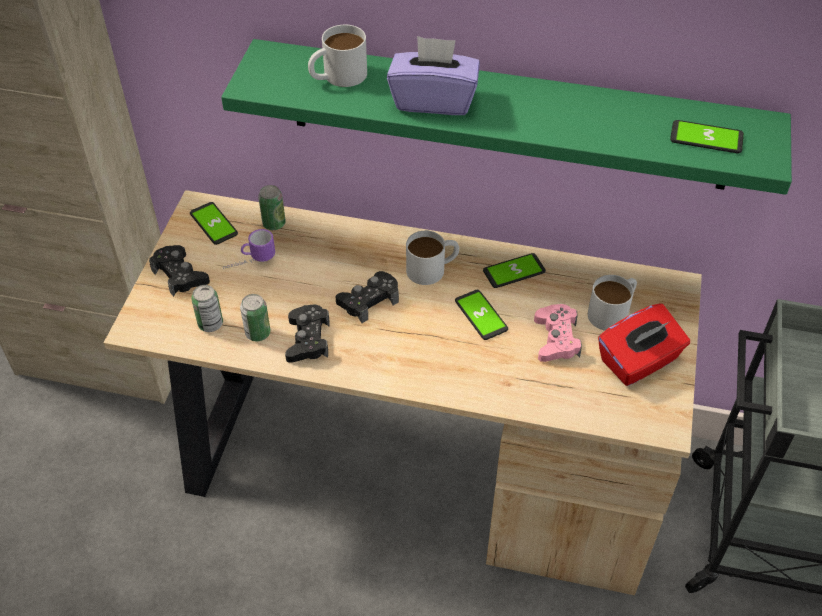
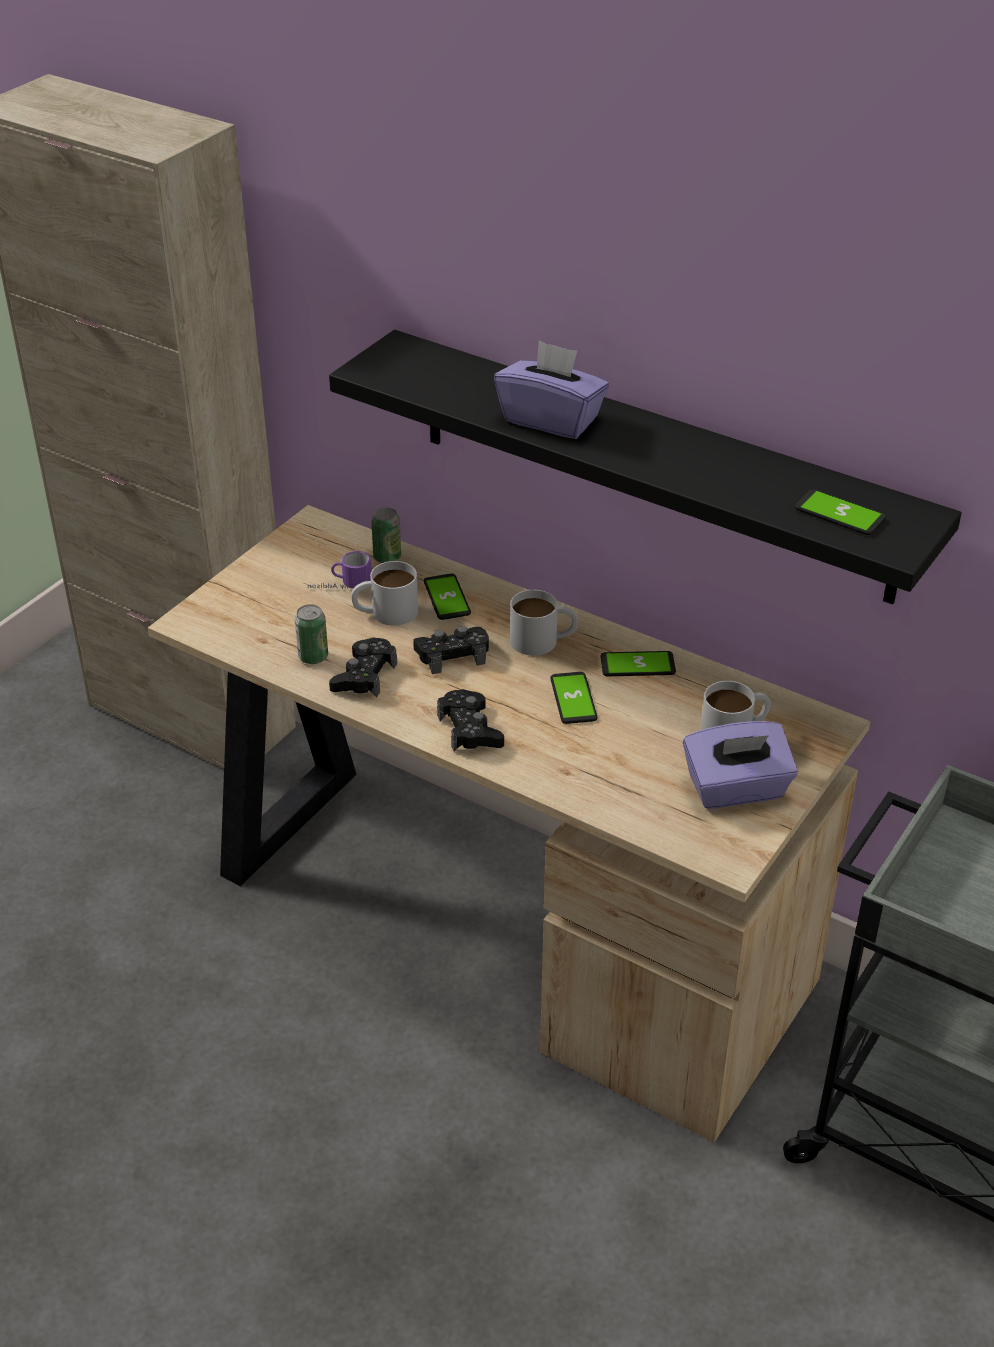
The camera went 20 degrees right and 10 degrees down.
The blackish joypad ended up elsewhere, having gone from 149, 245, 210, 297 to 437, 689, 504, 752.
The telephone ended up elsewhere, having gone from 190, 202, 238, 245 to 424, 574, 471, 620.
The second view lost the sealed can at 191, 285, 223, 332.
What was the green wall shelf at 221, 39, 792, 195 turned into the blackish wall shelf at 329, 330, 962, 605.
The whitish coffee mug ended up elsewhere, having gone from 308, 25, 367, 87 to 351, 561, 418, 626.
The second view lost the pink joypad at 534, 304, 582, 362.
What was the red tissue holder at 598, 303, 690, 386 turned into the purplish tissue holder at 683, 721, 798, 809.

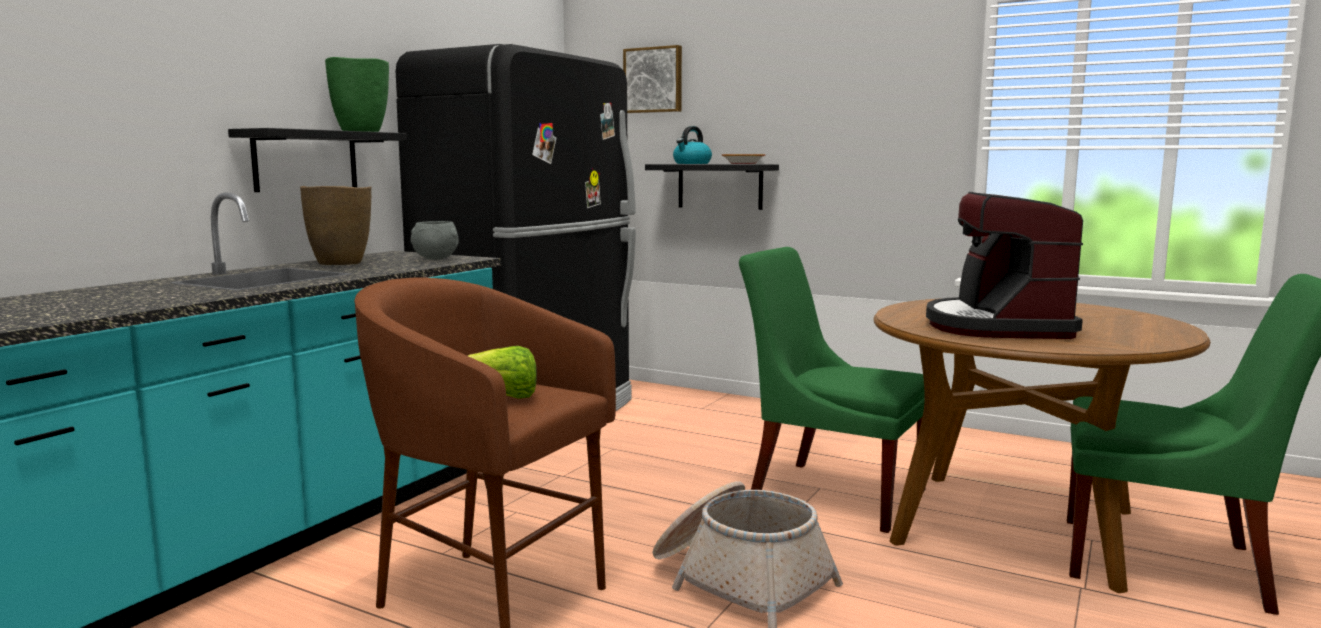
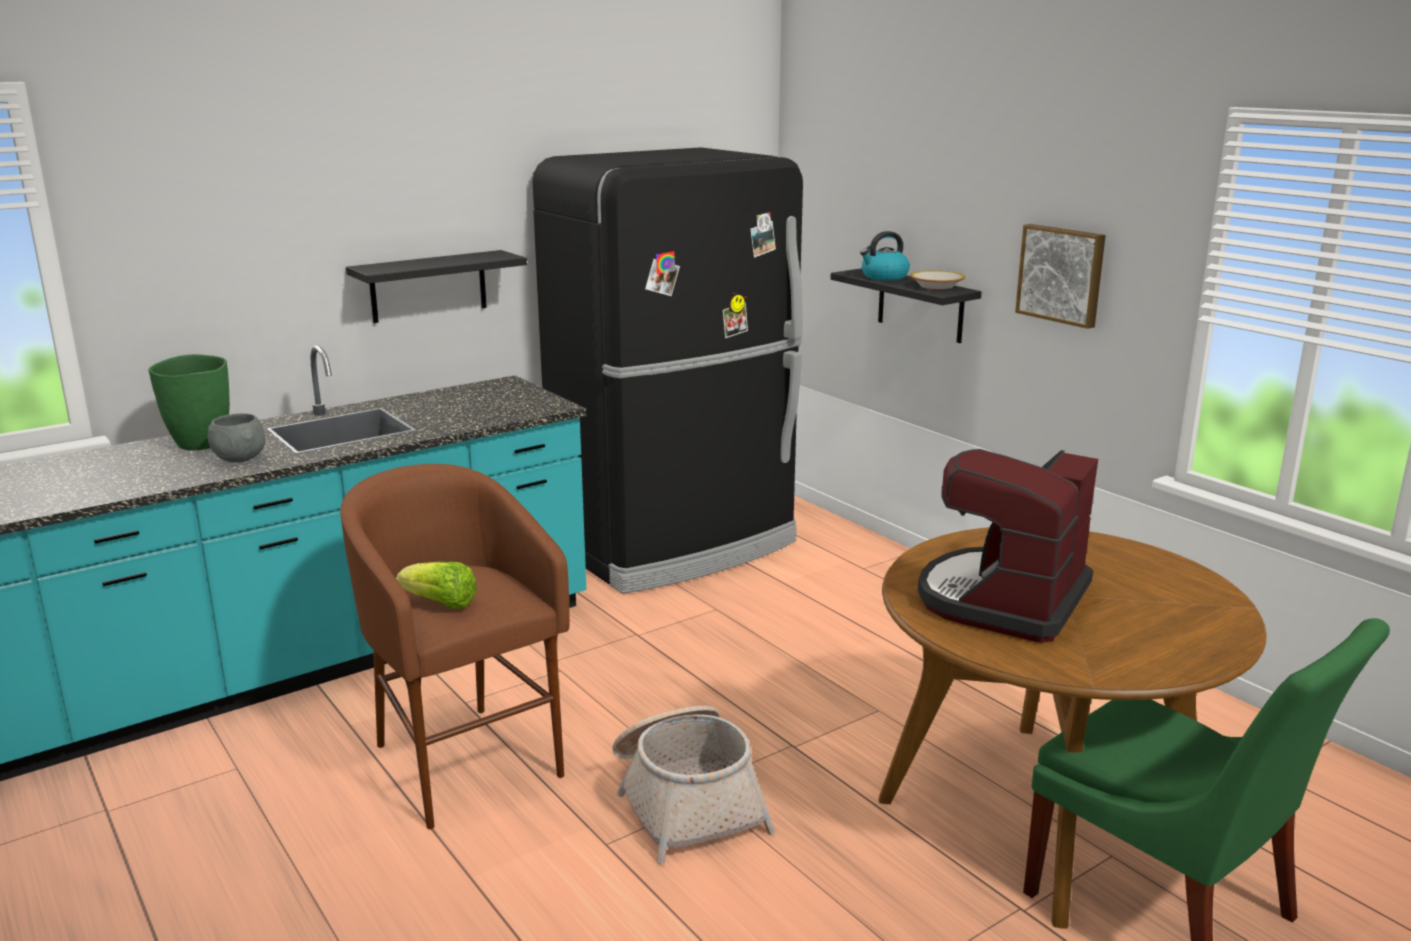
The camera went 25 degrees right and 10 degrees up.
The second view lost the brownish vase at 300, 186, 371, 265.
The green vase ended up elsewhere, having gone from 325, 57, 389, 132 to 148, 354, 230, 450.
The greyish serving bowl ended up elsewhere, having gone from 411, 221, 459, 260 to 207, 413, 266, 463.
The wall picture ended up elsewhere, having gone from 623, 45, 682, 113 to 1015, 224, 1106, 329.
The second view lost the green upright chair at 739, 247, 926, 533.

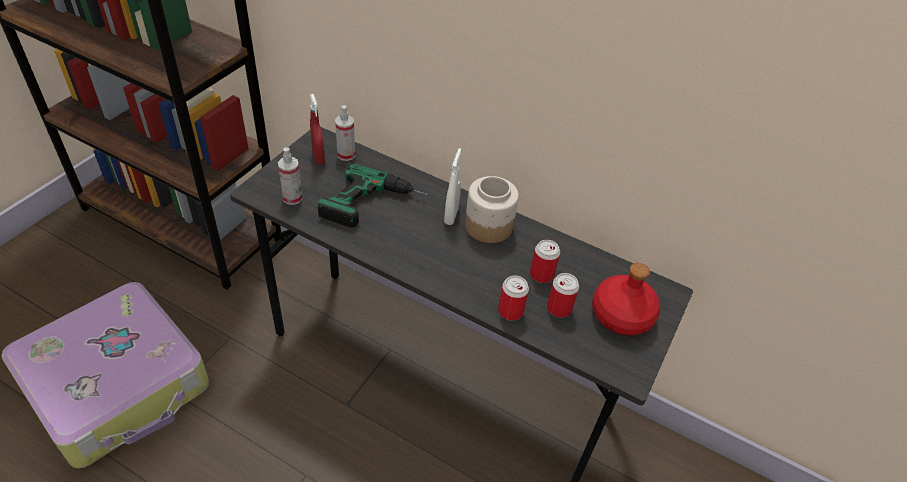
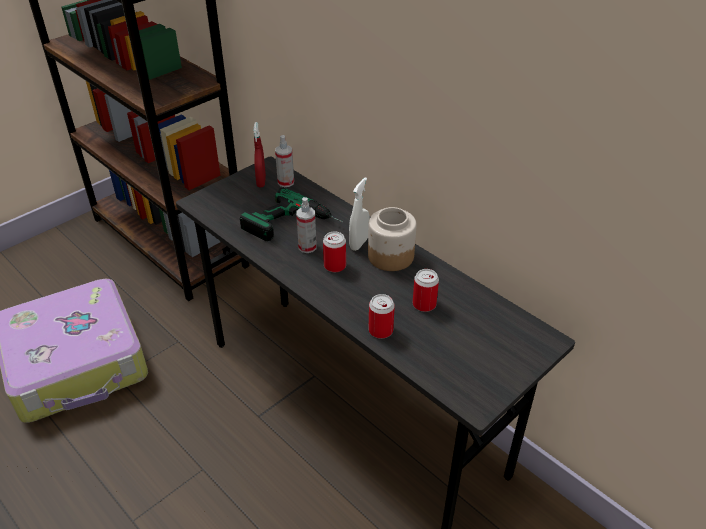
The camera went 20 degrees right and 5 degrees down.
The spray bottle ended up elsewhere, having gone from 278, 147, 303, 205 to 296, 197, 317, 253.
The sealed can ended up elsewhere, having gone from 547, 273, 579, 318 to 323, 231, 346, 272.
The second view lost the red drink bottle at 592, 263, 660, 335.

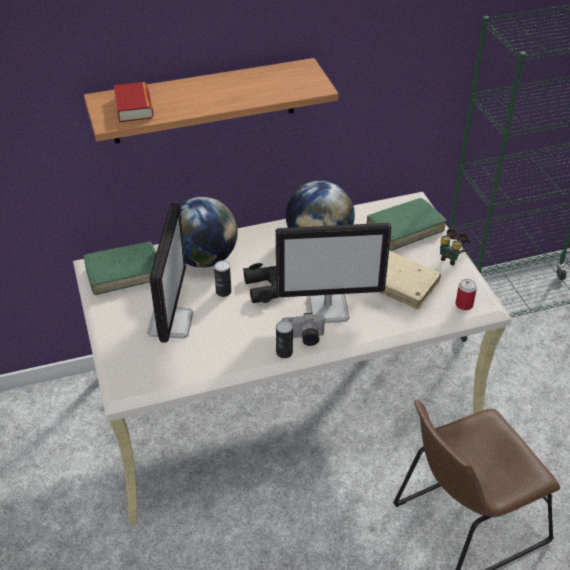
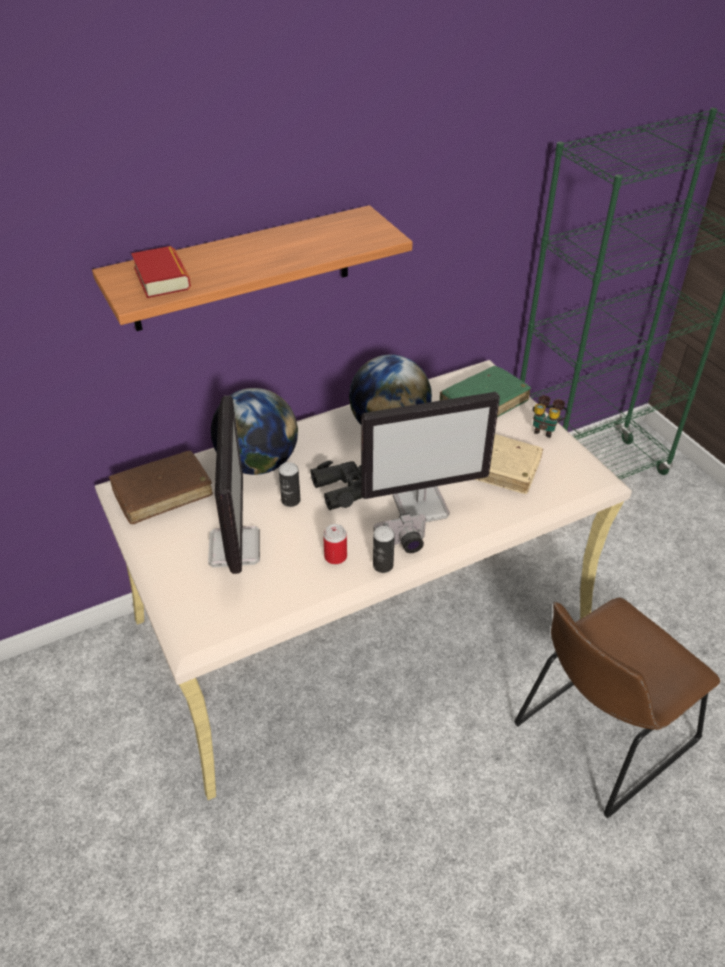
The camera went 10 degrees left and 0 degrees up.
What was the green bound book at 83, 242, 156, 295 turned into the brownish bound book at 109, 451, 213, 524.
The sealed can ended up elsewhere, having gone from 455, 279, 477, 310 to 323, 524, 347, 564.

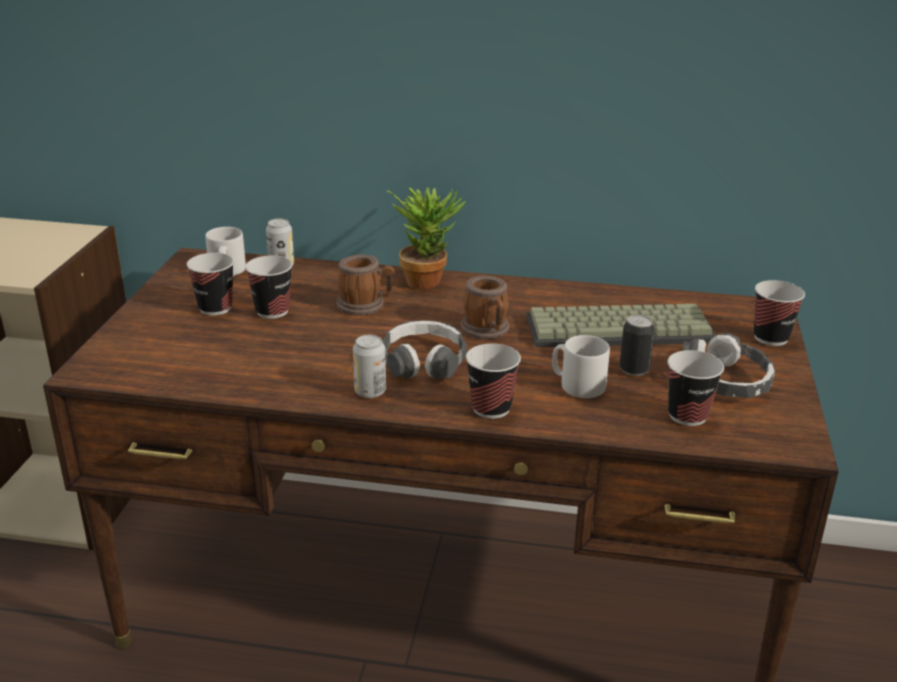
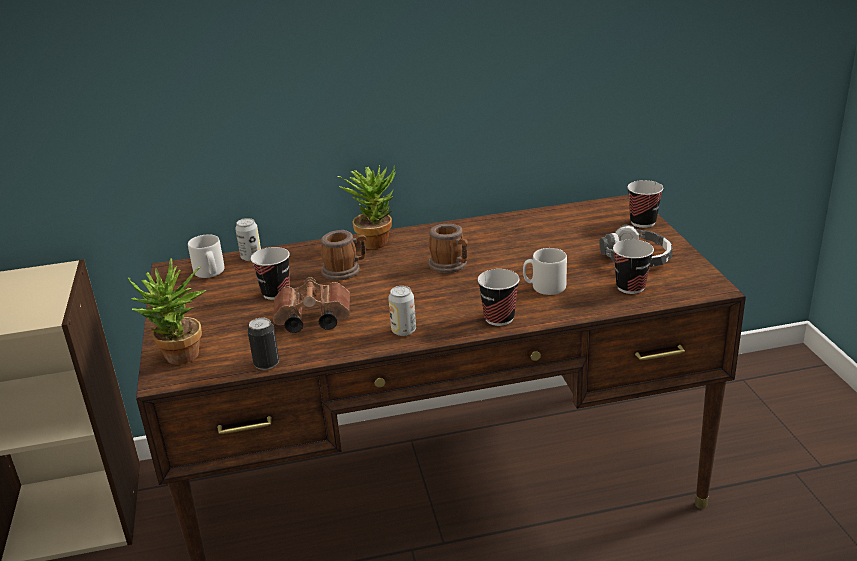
The camera went 20 degrees left and 0 degrees up.
The second view lost the small cup at 187, 253, 234, 316.
The second view lost the headset at 382, 320, 467, 379.
The second view lost the computer keyboard at 526, 304, 716, 348.
The sealed can ended up elsewhere, having gone from 619, 315, 655, 376 to 248, 318, 279, 370.
The second view gained the houseplant at 127, 258, 207, 365.
The second view gained the brownish binoculars at 273, 277, 350, 333.

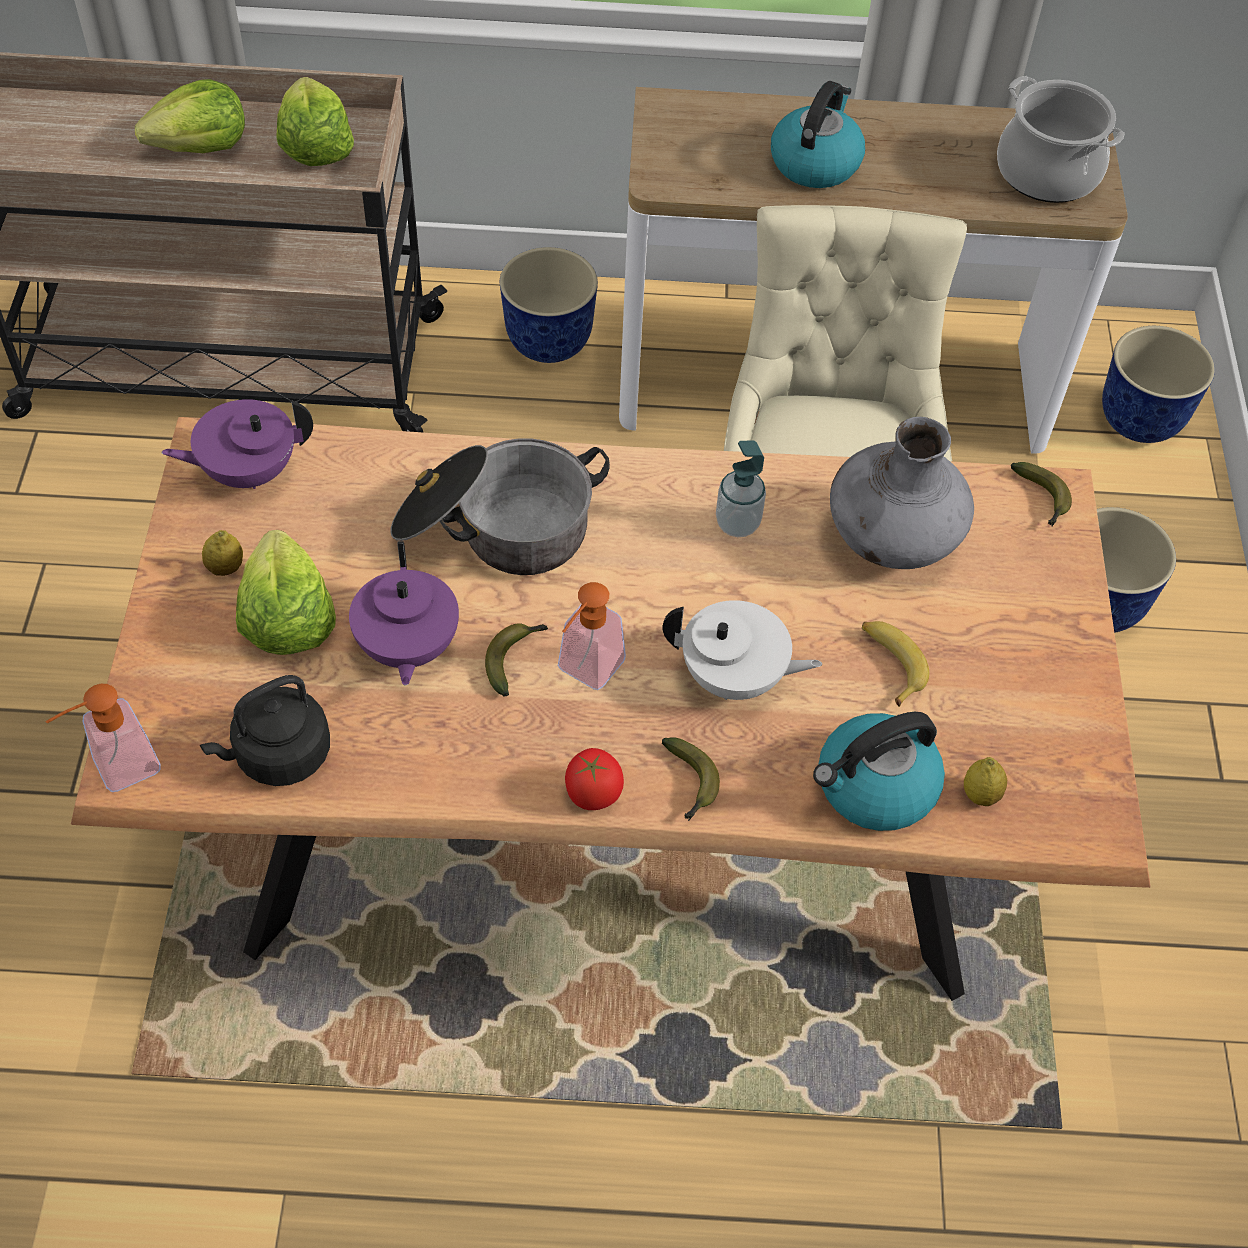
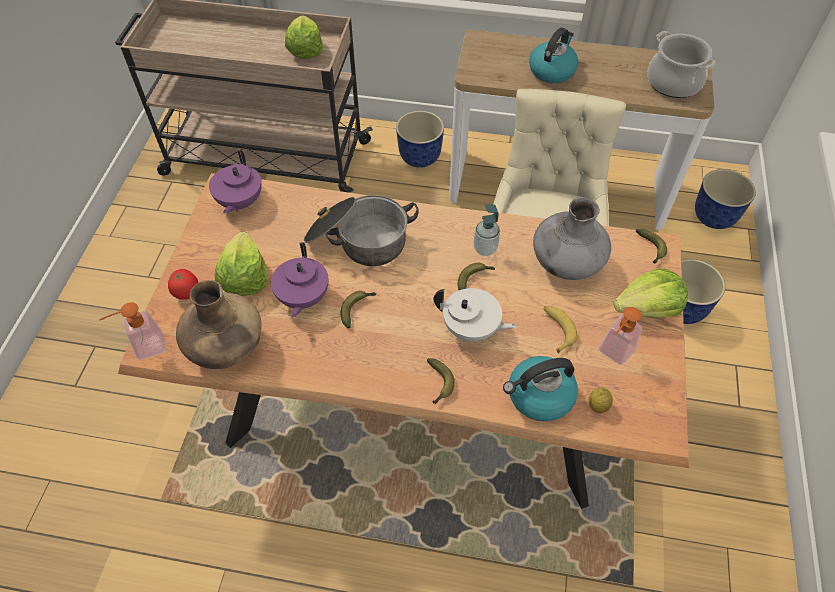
The camera went 10 degrees right and 0 degrees up.
The lettuce ended up elsewhere, having gone from 135, 79, 245, 153 to 614, 269, 688, 318.
The purplish teapot at 161, 399, 313, 489 ended up facing another way, 75 degrees counterclockwise from before.
Where the blackish water kettle stood at 200, 675, 330, 786, the brownish vase came to stand at 176, 280, 262, 369.
The second view lost the lemon at 202, 530, 243, 576.
The soap dispenser ended up elsewhere, having gone from 558, 582, 626, 690 to 599, 307, 642, 365.
The fresh tomato ended up elsewhere, having gone from 565, 748, 624, 810 to 168, 269, 199, 300.
The second view gained the banana at 458, 263, 495, 290.

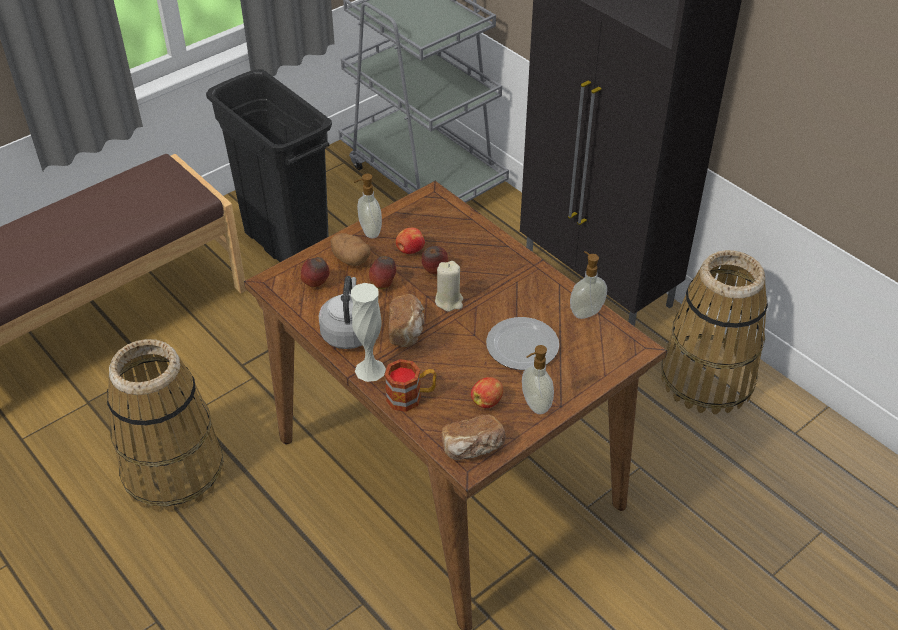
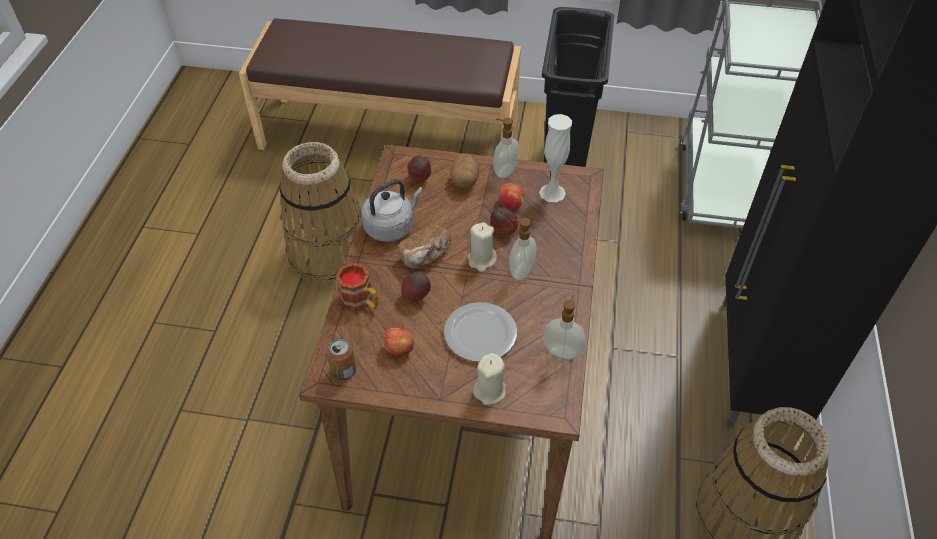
The camera went 50 degrees right and 5 degrees up.
The whitish vase ended up elsewhere, having gone from 351, 283, 386, 382 to 539, 114, 572, 202.
The whole apple ended up elsewhere, having gone from 369, 256, 396, 289 to 401, 272, 431, 302.
Where the bakery bread stood at 442, 415, 506, 460, the sealed can came to stand at 327, 338, 356, 380.
The soap dispenser ended up elsewhere, having gone from 522, 345, 554, 414 to 509, 218, 536, 280.
The second view gained the sand-coloured wax light at 473, 353, 506, 405.

